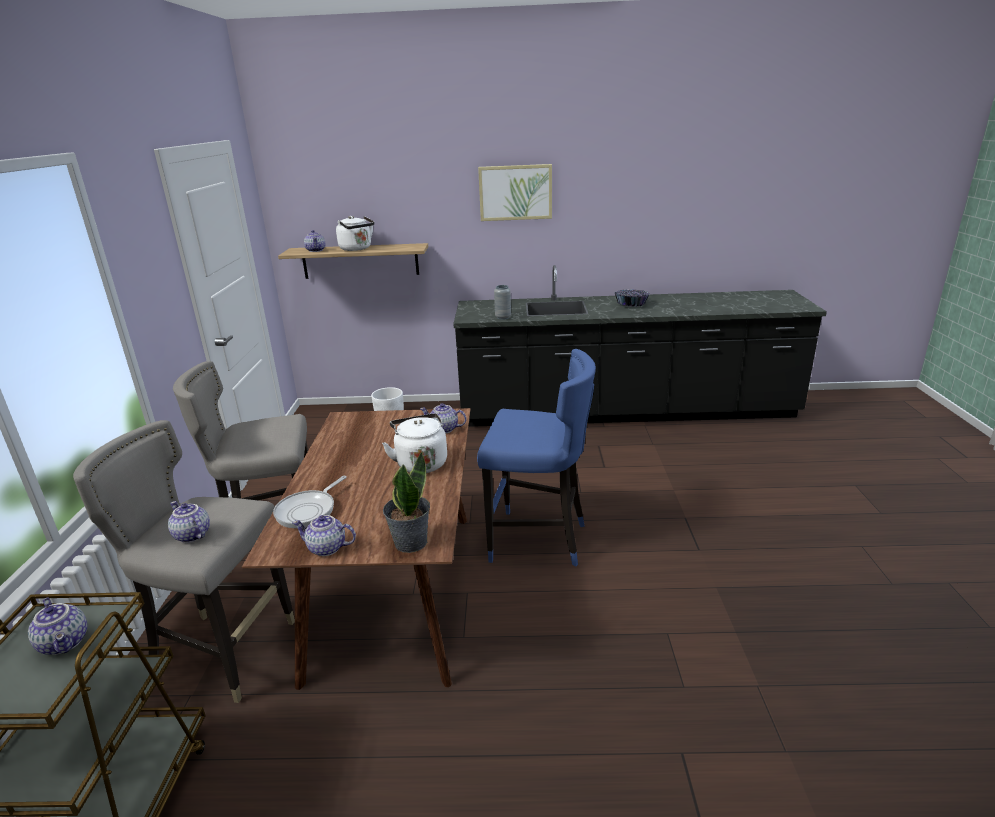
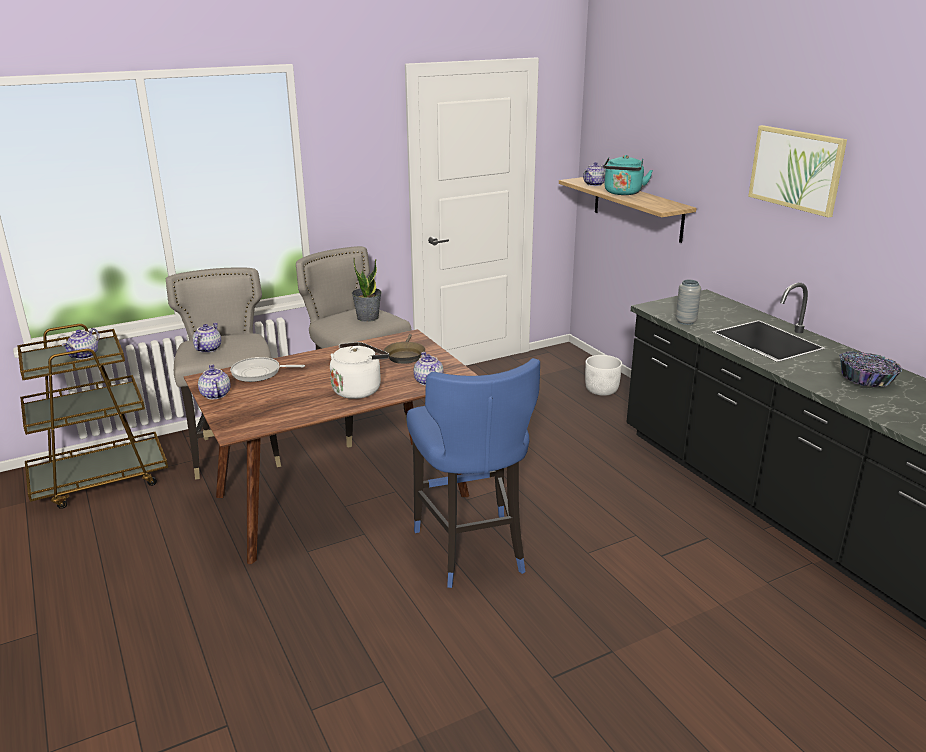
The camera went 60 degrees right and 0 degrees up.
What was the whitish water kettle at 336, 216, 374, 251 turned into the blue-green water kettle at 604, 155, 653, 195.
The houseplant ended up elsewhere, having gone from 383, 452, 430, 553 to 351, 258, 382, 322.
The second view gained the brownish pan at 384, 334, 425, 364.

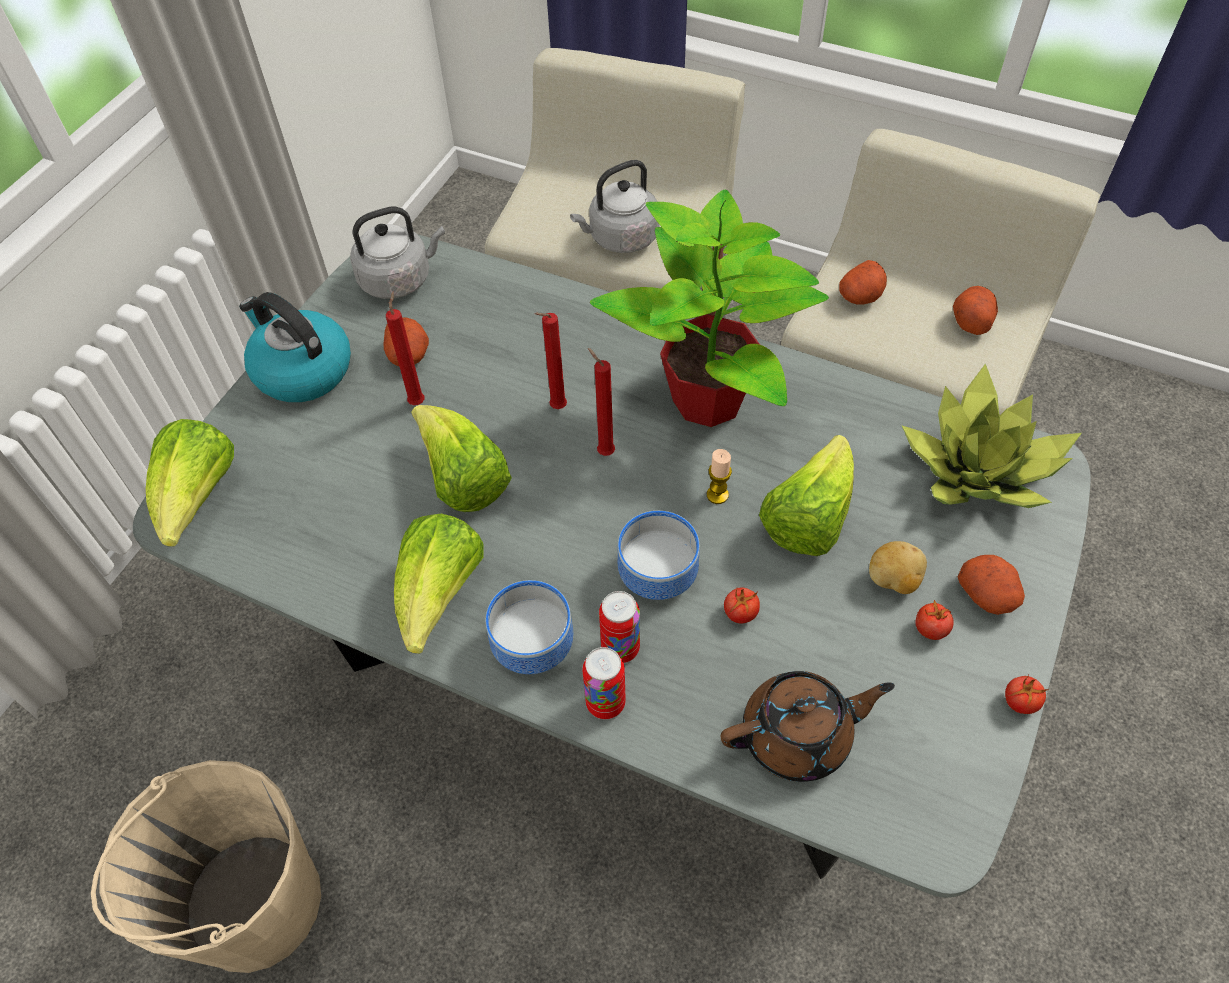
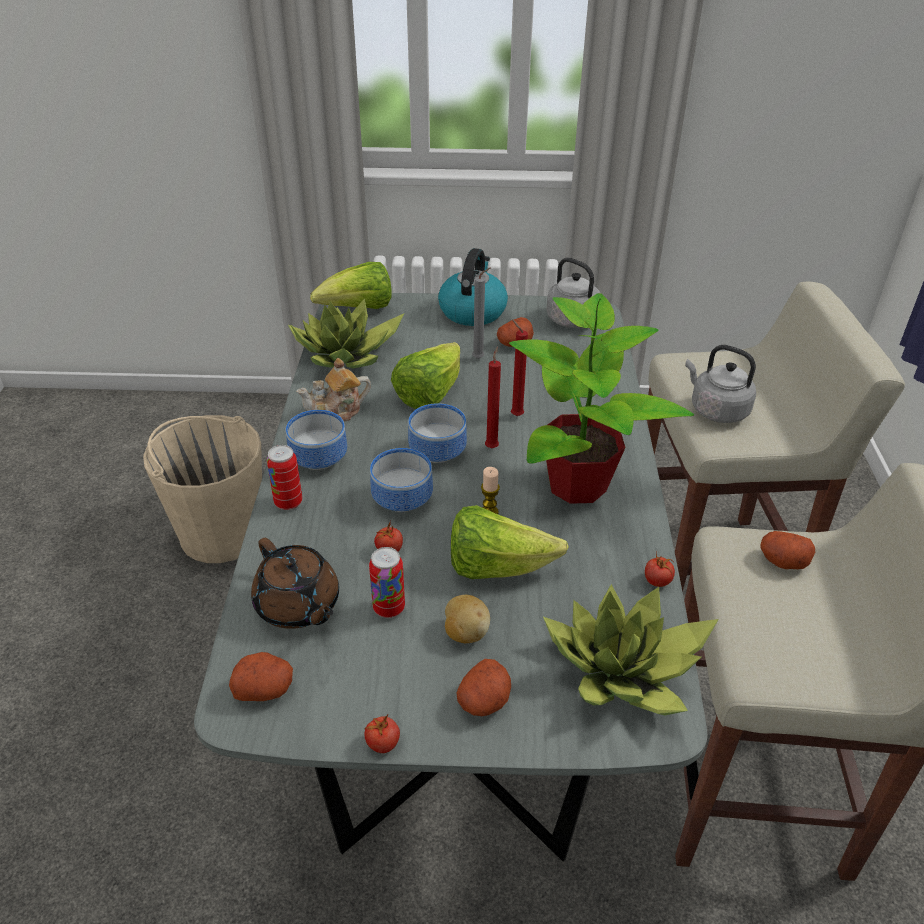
The camera went 65 degrees right and 15 degrees down.
What was the red wax light at 386, 292, 424, 405 turned into the greyish wax light at 472, 268, 490, 359.
Where the lettuce stood at 394, 514, 484, 654, the teapot came to stand at 297, 358, 371, 422.
The sealed can ended up elsewhere, having gone from 599, 591, 640, 663 to 369, 547, 405, 618.
The fresh tomato ended up elsewhere, having gone from 915, 600, 954, 640 to 645, 551, 675, 587.
The potato ended up elsewhere, having gone from 953, 286, 998, 335 to 229, 652, 293, 701.
The second view gained the houseplant at 288, 298, 404, 368.
The second view gained the serving bowl at 408, 403, 467, 463.

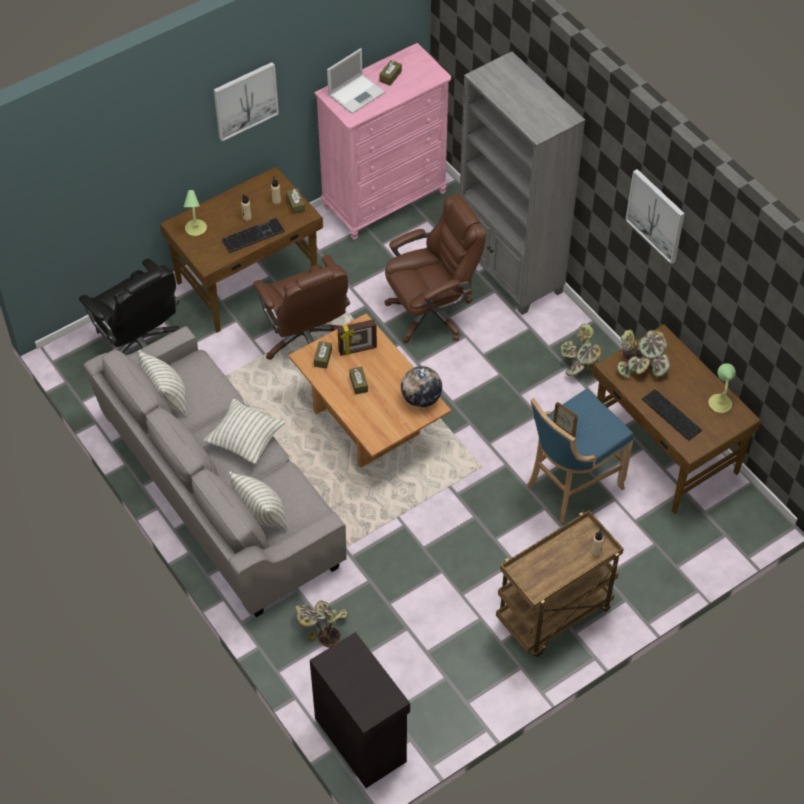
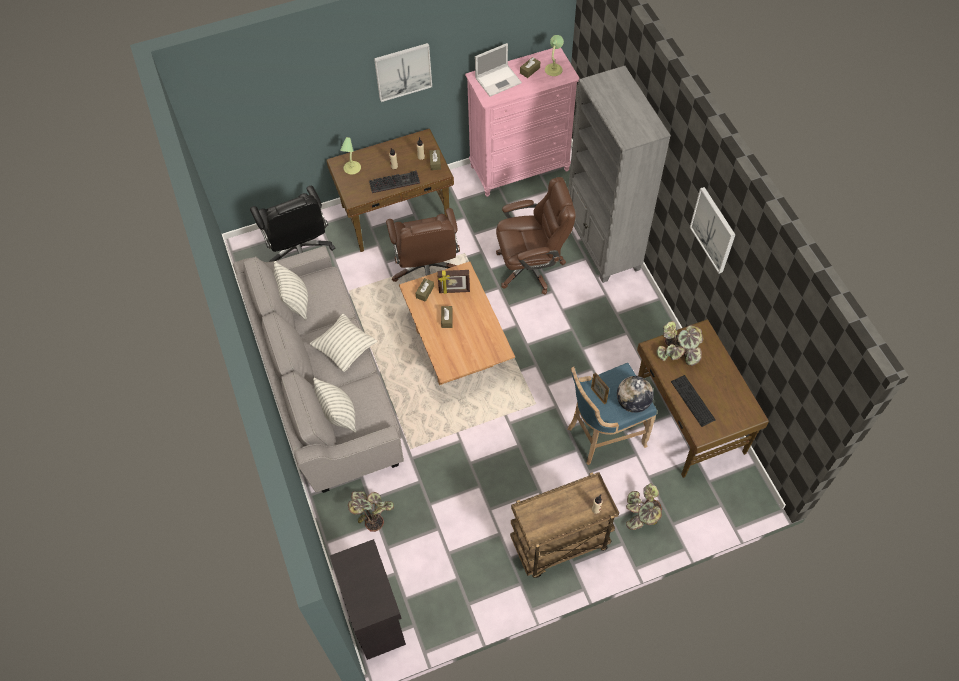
The camera went 15 degrees right and 5 degrees up.
The globe ended up elsewhere, having gone from 401, 366, 442, 408 to 617, 376, 654, 413.
The houseplant ended up elsewhere, having gone from 560, 324, 602, 376 to 626, 483, 662, 530.
The table lamp ended up elsewhere, having gone from 708, 363, 736, 413 to 545, 35, 564, 76.

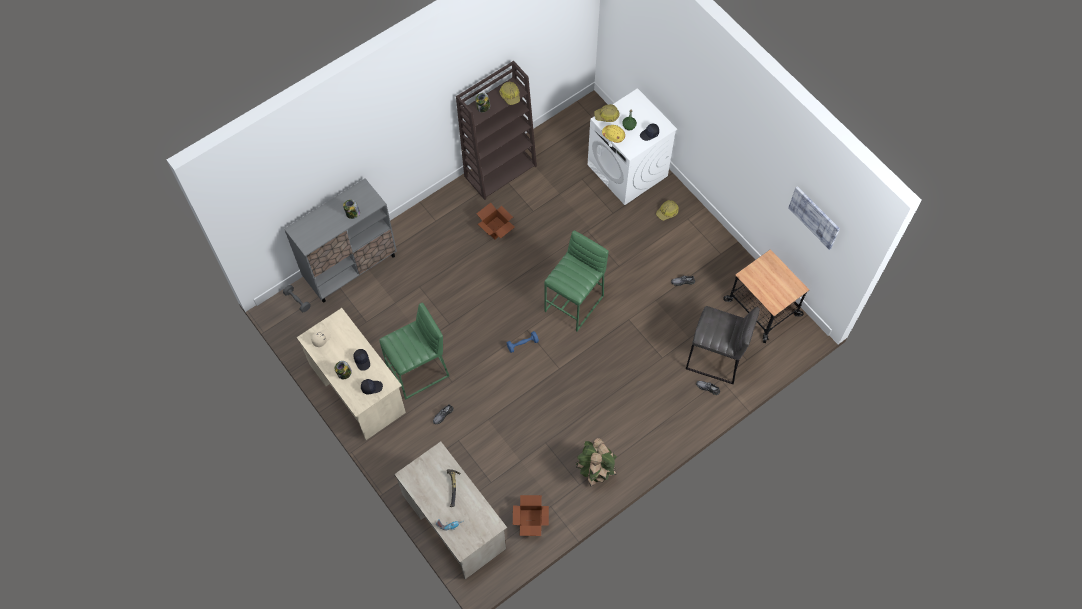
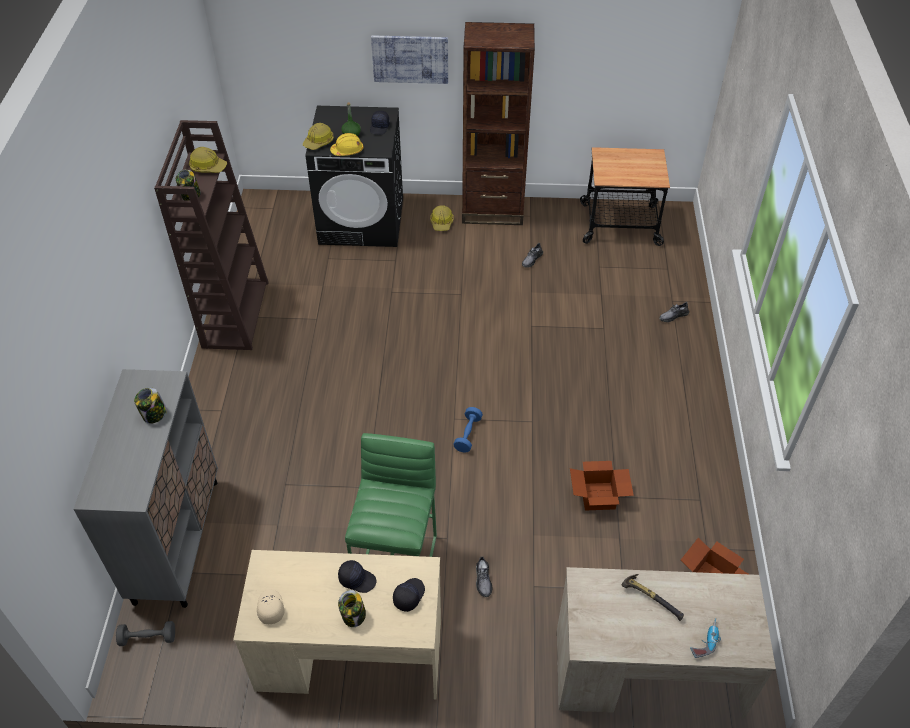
The camera went 50 degrees left and 15 degrees down.
The carton ended up elsewhere, having gone from 477, 203, 515, 239 to 570, 461, 634, 510.
The second view lost the green sitting stool at 544, 230, 609, 332.
The second view lost the houseplant at 576, 438, 617, 487.
What was the whitish laundry appliance at 587, 88, 677, 205 turned into the blackish laundry appliance at 305, 106, 403, 247.
The second view lost the greyish sitting stool at 686, 306, 760, 385.
The wall picture ended up elsewhere, having gone from 788, 186, 840, 250 to 371, 35, 448, 84.
The second view gained the brownish shelving unit at 462, 22, 535, 225.

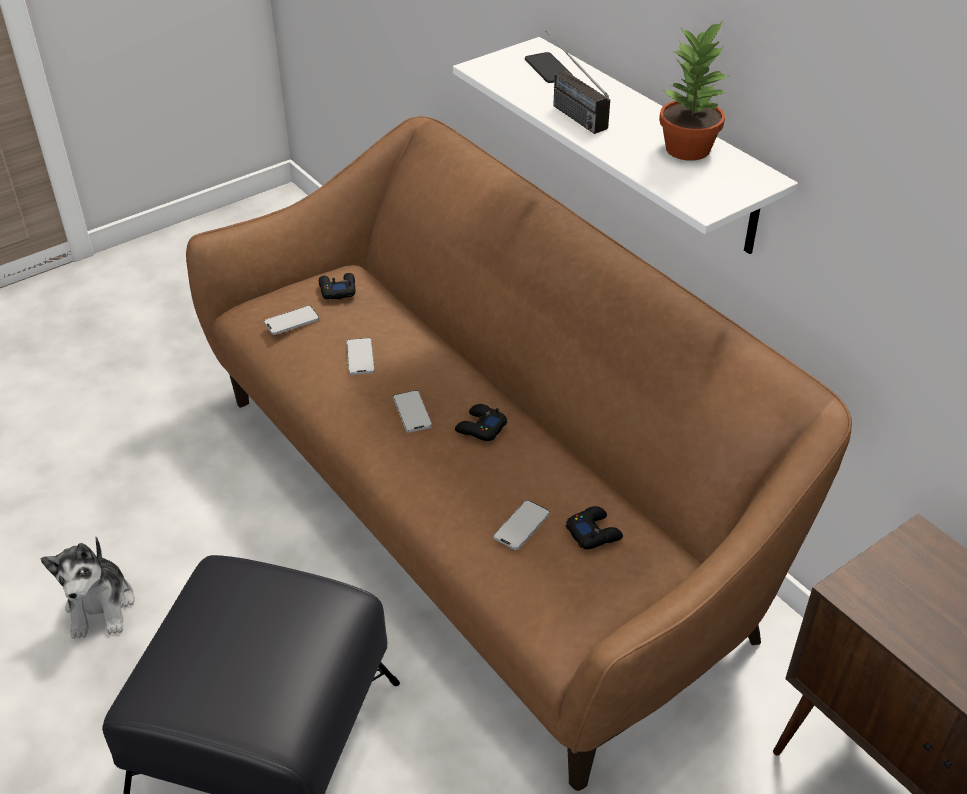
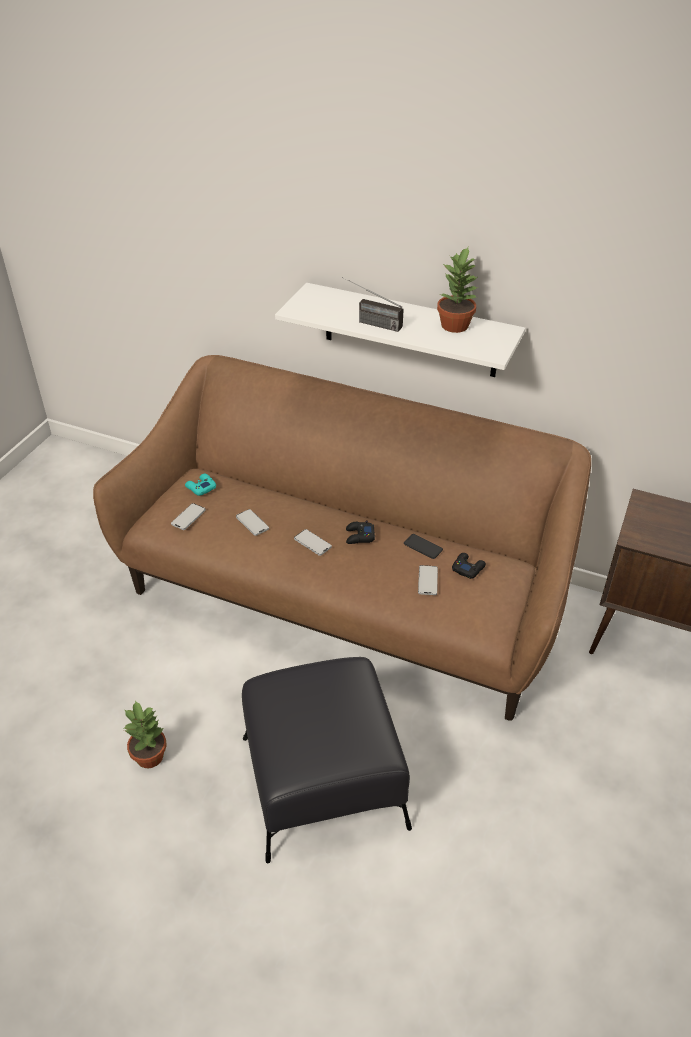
The camera went 30 degrees left and 0 degrees up.
Where the plush toy stood at 40, 537, 135, 639, the houseplant came to stand at 124, 700, 167, 768.
What was the blackish joypad at 319, 273, 356, 300 turned into the blue-green joypad at 185, 474, 216, 496.
The telephone ended up elsewhere, having gone from 525, 52, 573, 83 to 404, 534, 443, 559.

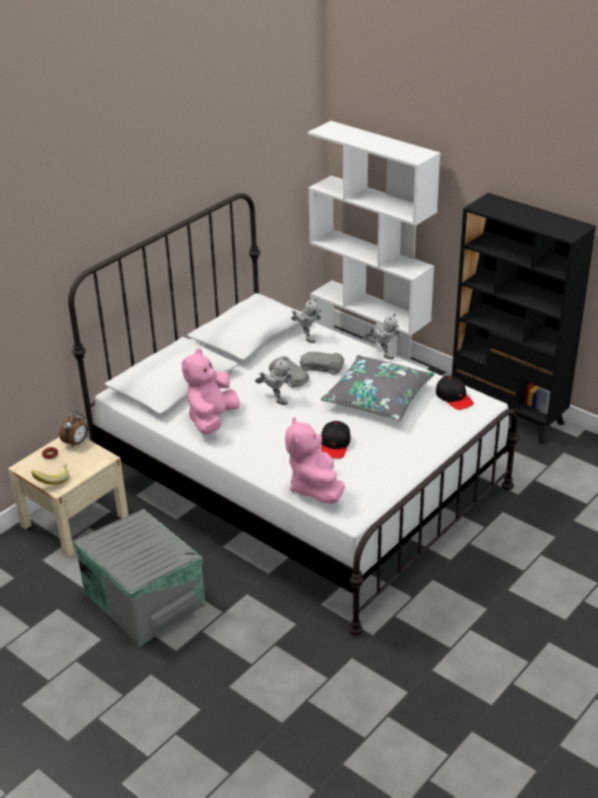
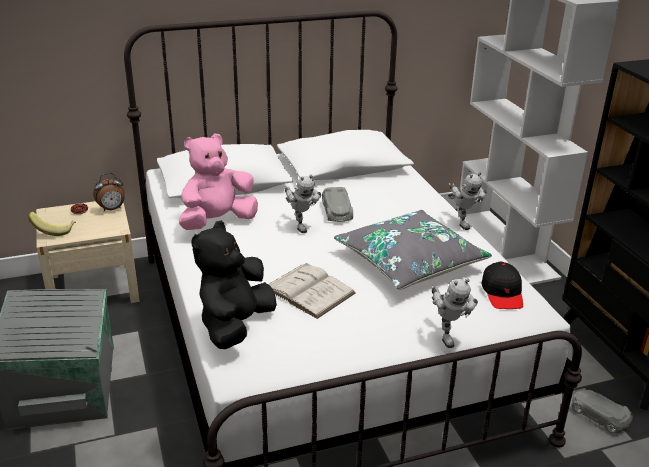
The camera went 30 degrees right and 5 degrees down.
What was the pink plush toy at 285, 417, 345, 504 turned into the blackish plush toy at 191, 221, 277, 349.
The model robot ended up elsewhere, having gone from 291, 298, 321, 343 to 431, 278, 478, 348.
The greyish toy car ended up elsewhere, having gone from 299, 352, 344, 375 to 571, 390, 633, 434.
Where the blackish baseball cap stood at 321, 421, 351, 458, the whitish bound book came to stand at 269, 263, 356, 319.

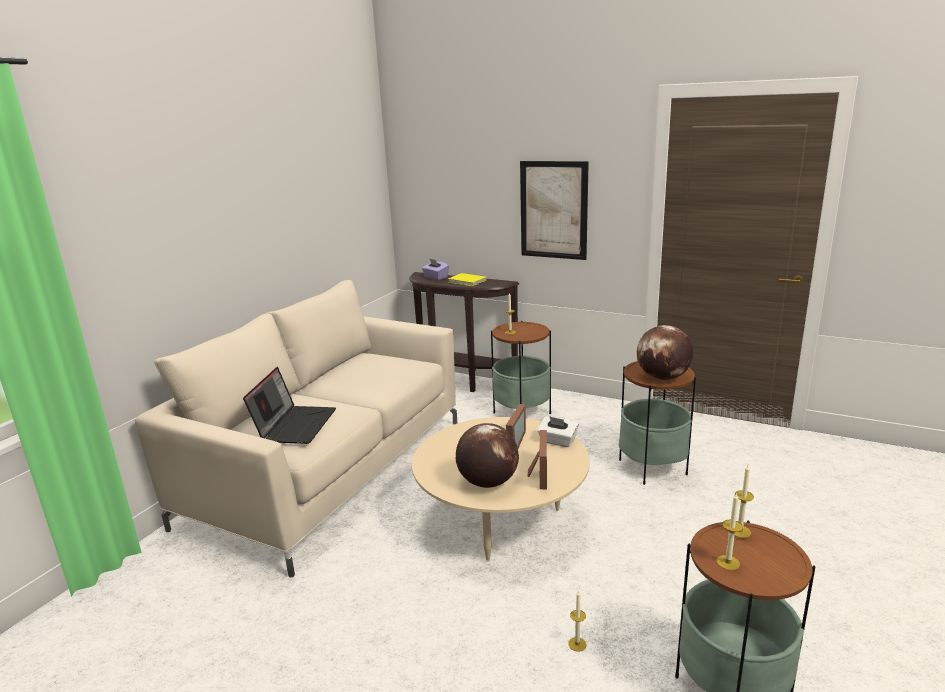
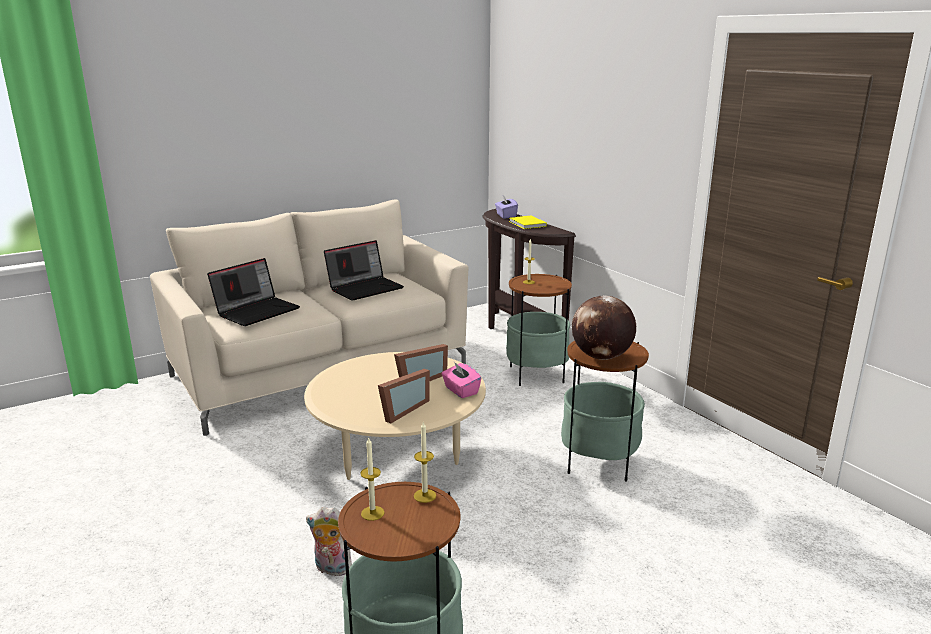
The camera went 30 degrees right and 0 degrees up.
The second view lost the globe at 456, 423, 519, 488.
The second view lost the wall picture at 520, 161, 589, 260.
What was the whitish tissue holder at 537, 416, 579, 447 turned into the pink tissue holder at 442, 362, 481, 398.
Where the wax light stood at 568, 590, 587, 652, the plush toy came to stand at 306, 507, 352, 576.
The second view gained the notebook computer at 324, 240, 404, 301.

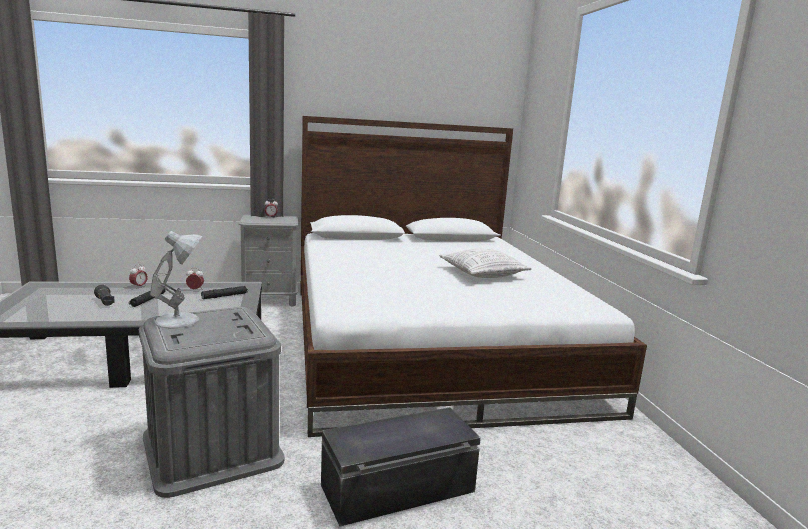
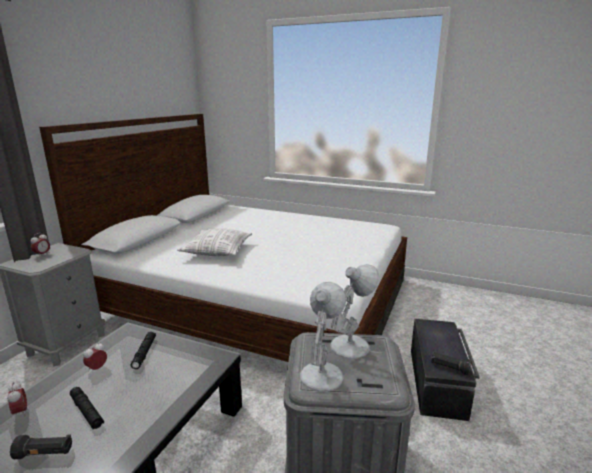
The camera went 55 degrees left and 5 degrees up.
The pillow ended up elsewhere, having gone from 439, 249, 532, 278 to 177, 228, 252, 256.
The second view gained the whitish table lamp at 330, 264, 379, 359.
The second view gained the blackish hand torch at 431, 351, 471, 375.

